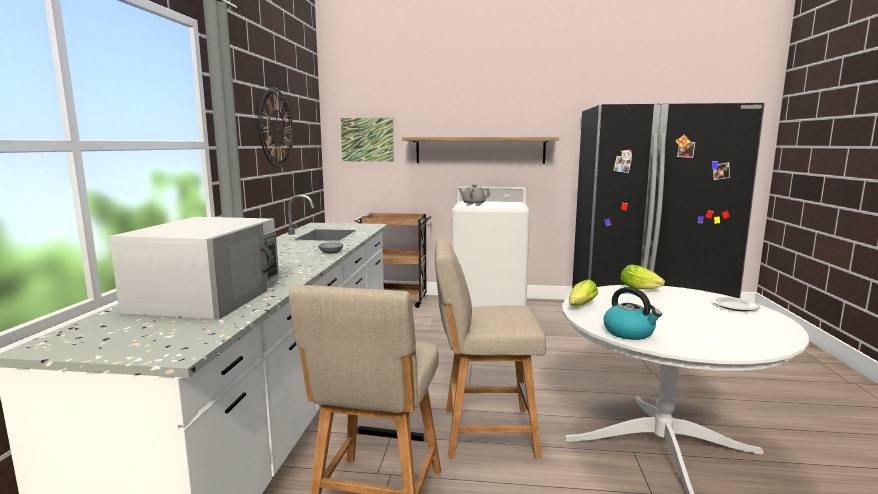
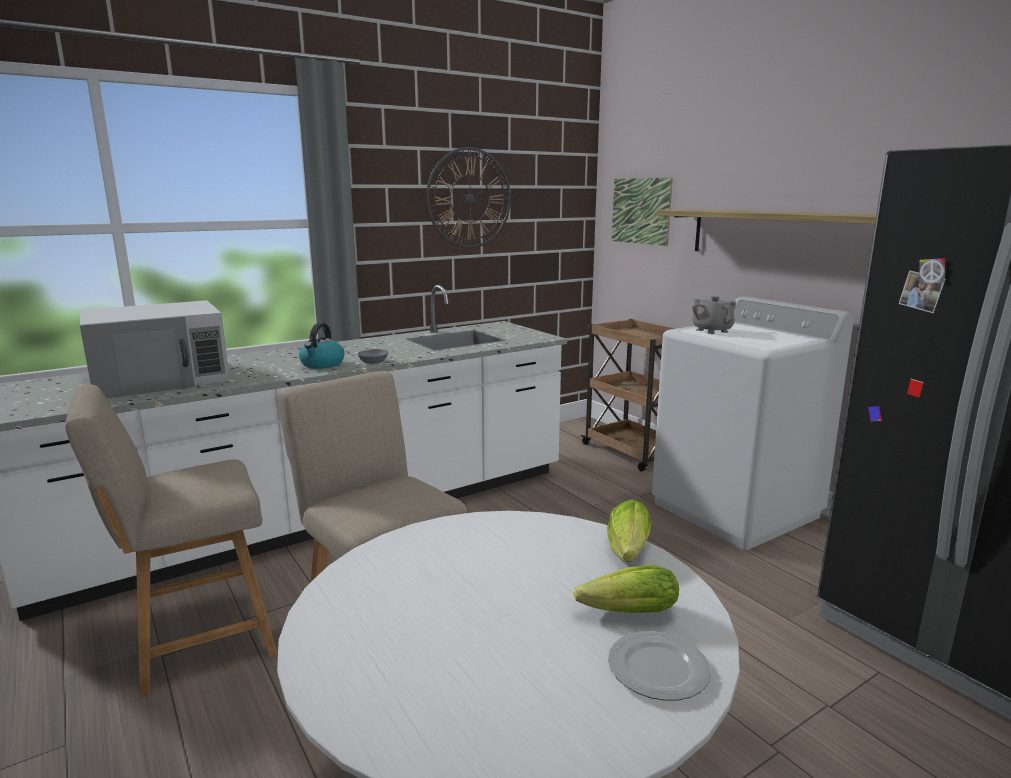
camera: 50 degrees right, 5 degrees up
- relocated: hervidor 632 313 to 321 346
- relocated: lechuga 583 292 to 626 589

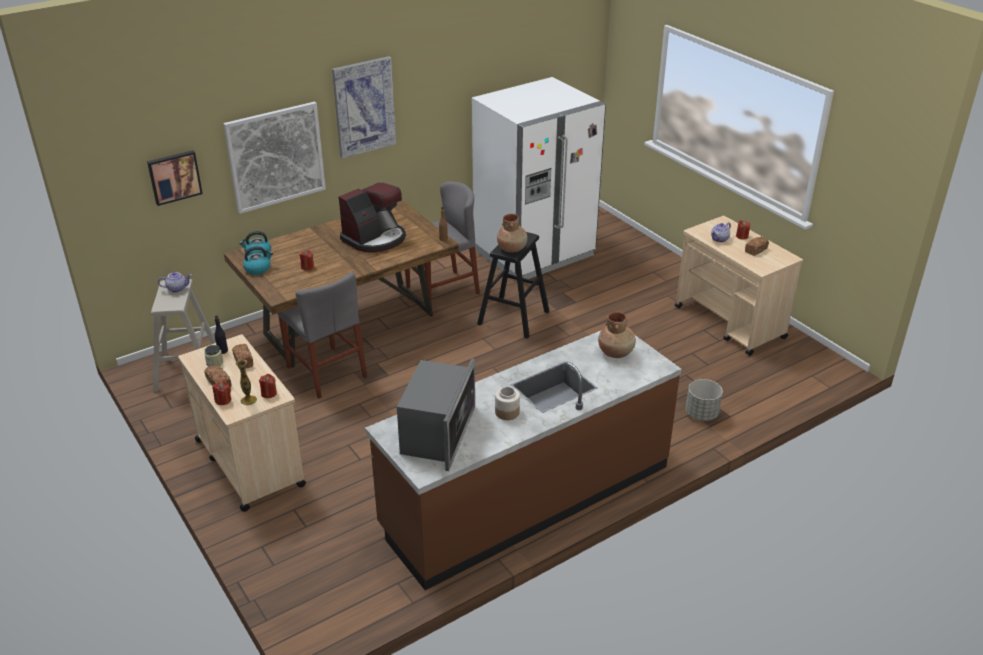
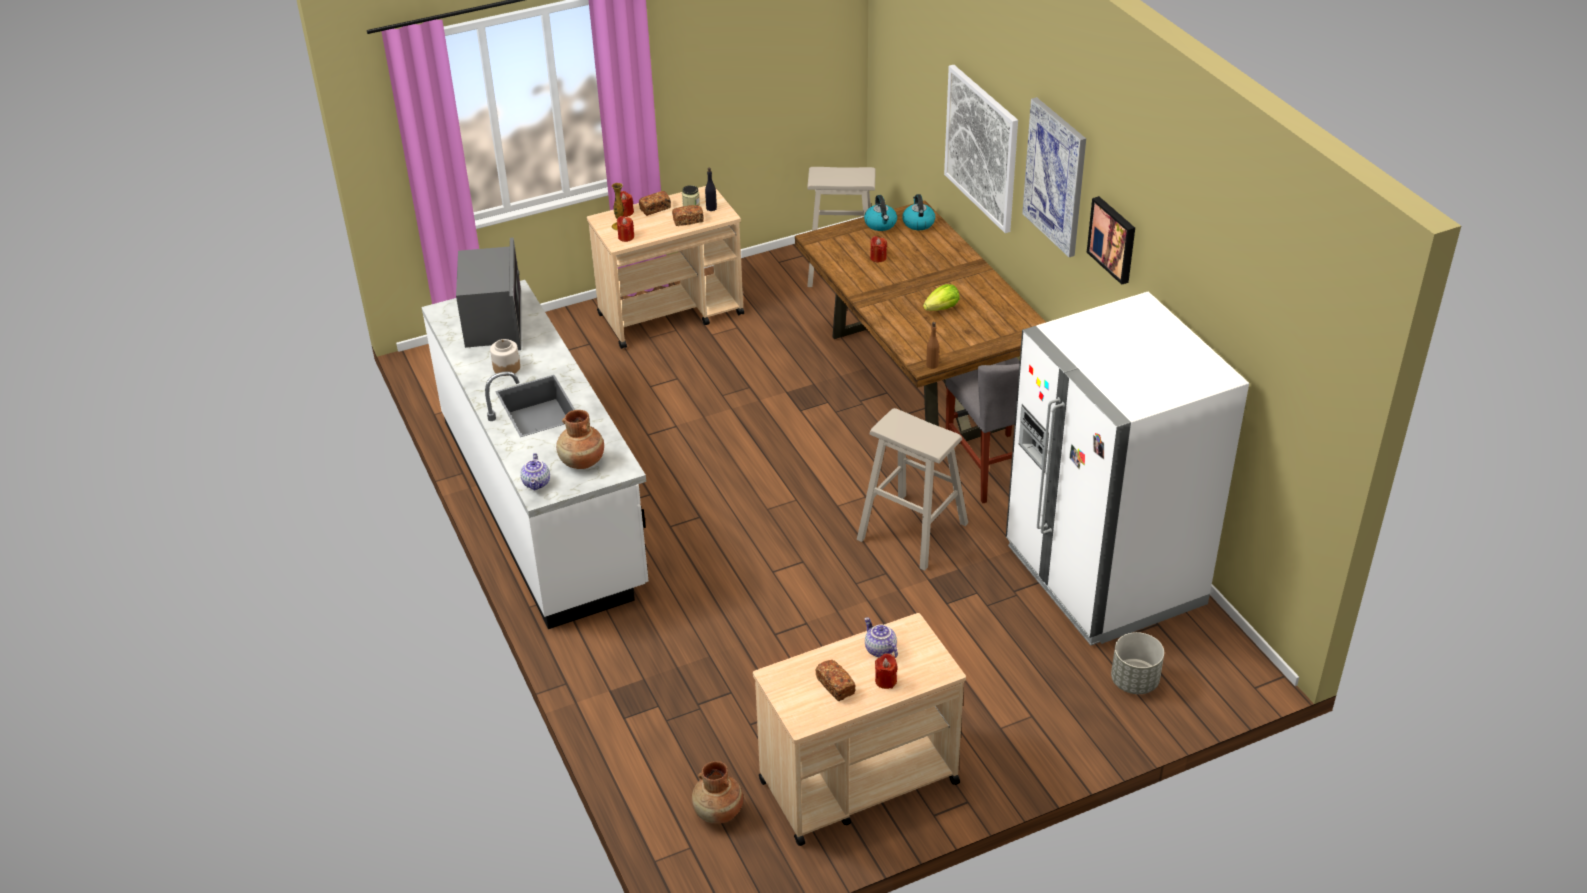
camera: 100 degrees right, 5 degrees up
- colour: mueble bajo de cocina/marrón 523 460 to mueble bajo de cocina/blanco 535 454
- spun: microondas 436 414 = 488 294 120 degrees counterclockwise
- relocated: tetera 175 282 to 535 471
- relocated: florero/marrón 512 233 to 717 792
- colour: taburete/negro 513 285 to taburete/beis 912 489
- exchanged: cafetera 372 218 to lechuga 941 297
- relocated: cuadro 175 178 to 1111 240
- relocated: maceta/gris 704 400 to 1137 663
- missing: silla/gris 322 335

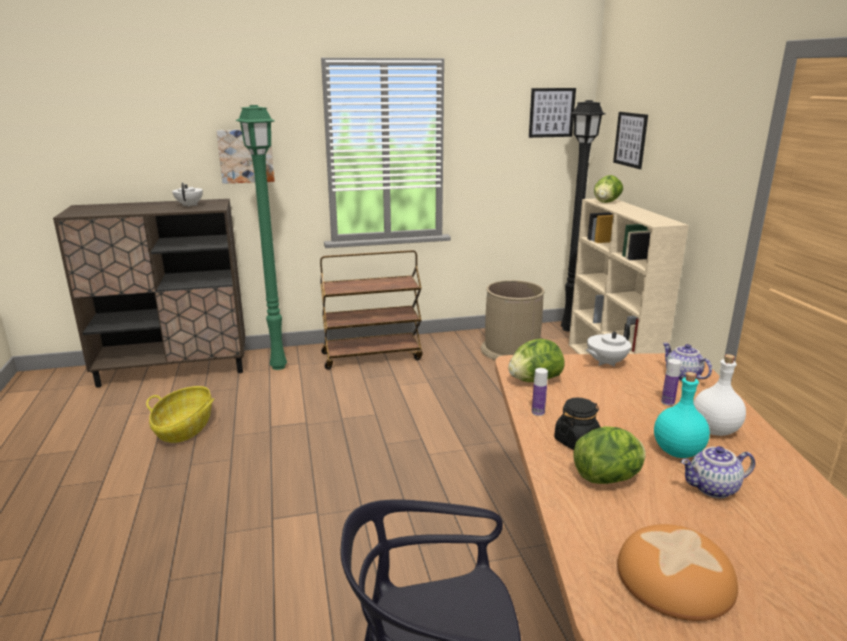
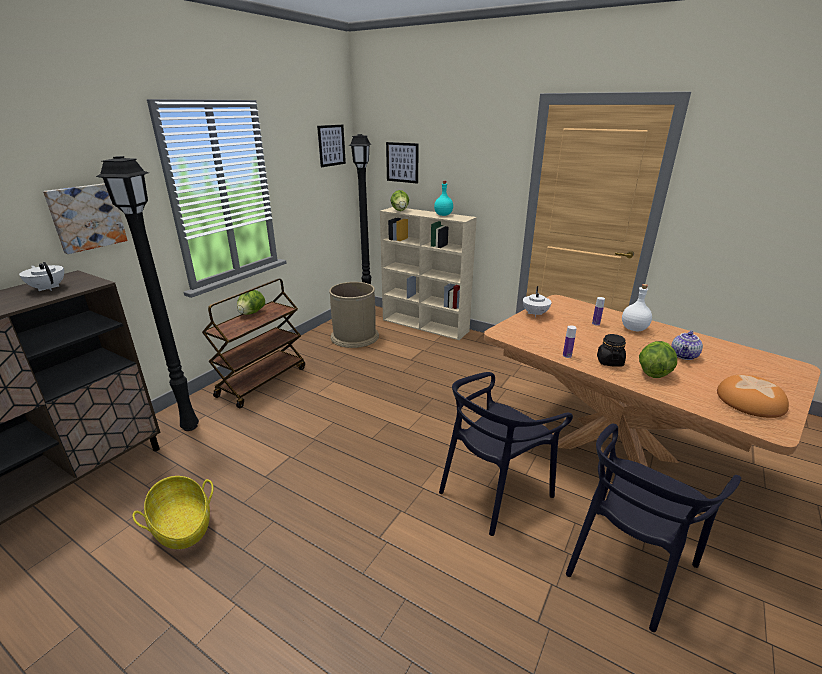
camera: 45 degrees left, 5 degrees up
- colour: lámpara de pie/verde 261 237 to lámpara de pie/negro 147 293
- relocated: lechuga 536 360 to 251 302
- relocated: botella/turquesa 682 415 to 443 198
- appeared: silla/negro 506 454
- missing: tetera 687 362

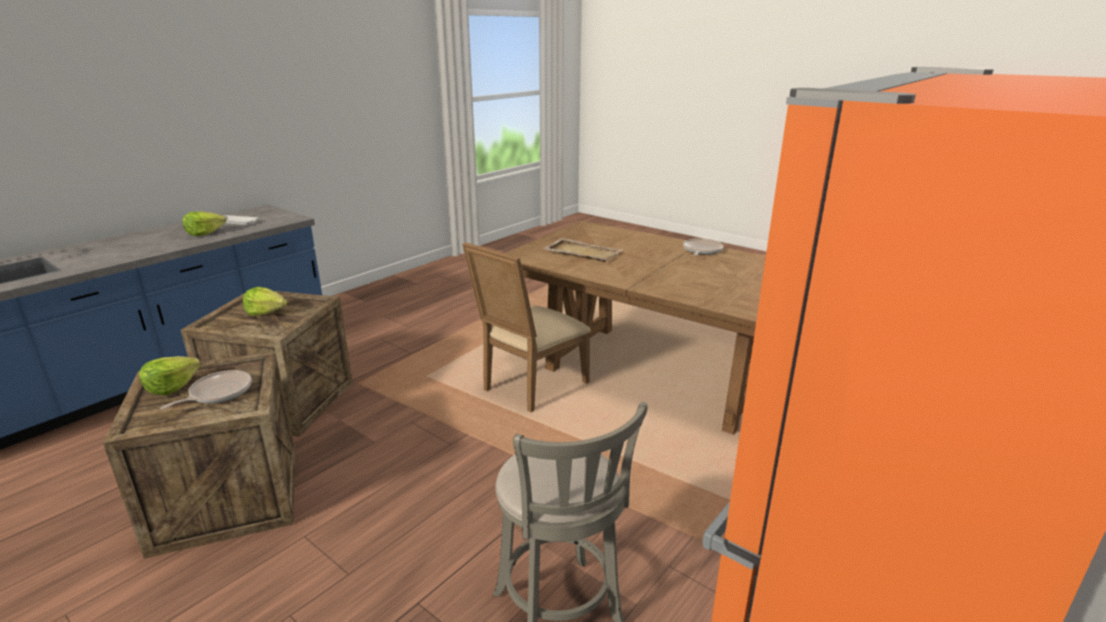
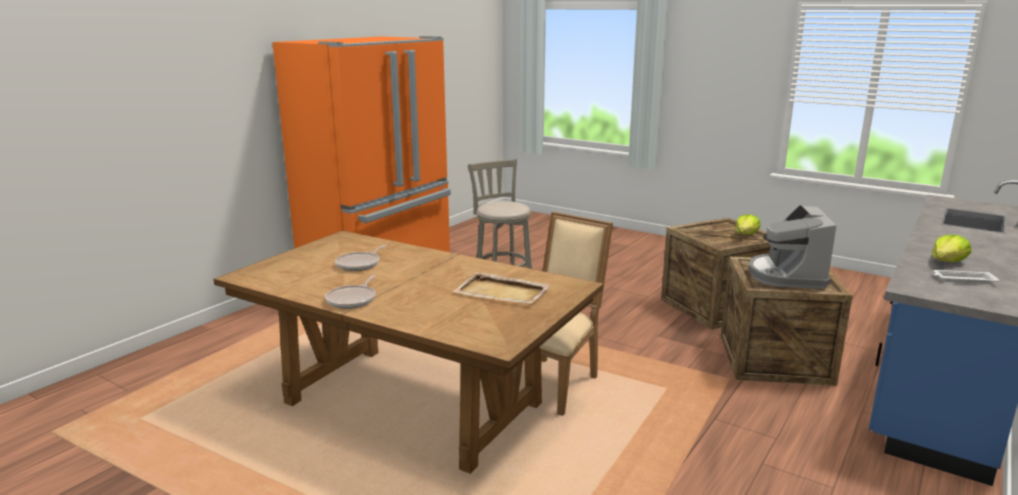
camera: 175 degrees right, 5 degrees down
- relocated: sartén 206 389 to 360 258
- exchanged: lechuga 265 301 to cafetera 792 247

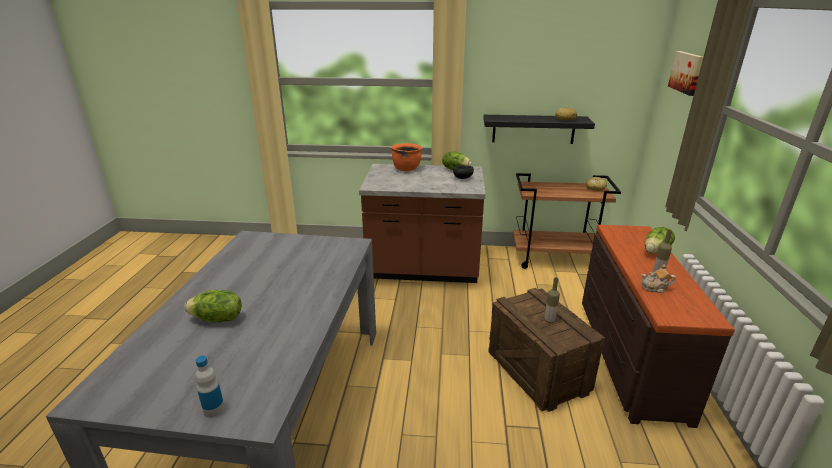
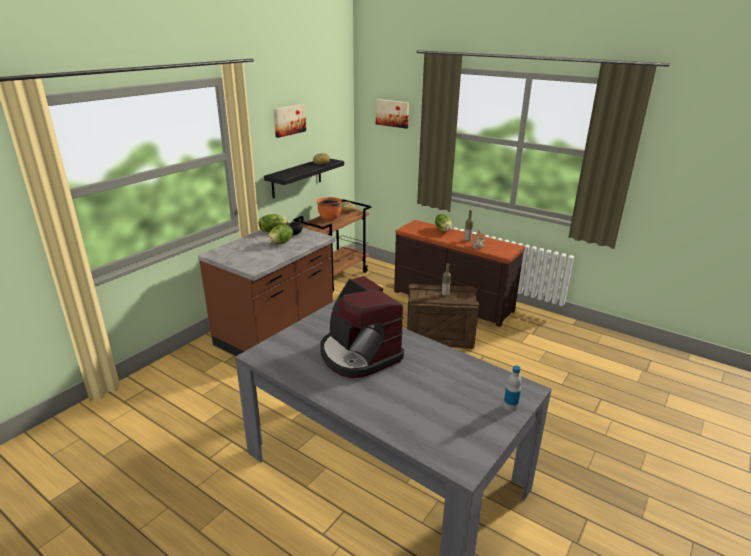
camera: 60 degrees left, 0 degrees up
- relocated: lechuga 213 306 to 280 234
- appeared: cuadro 290 121
- relocated: olla/naranja 406 157 to 329 208
- appeared: cafetera 362 327

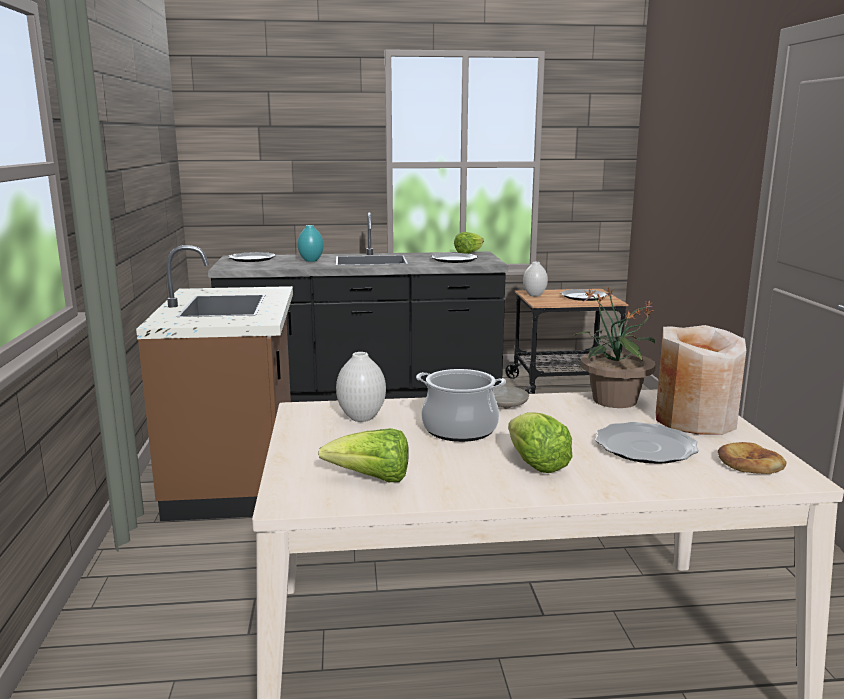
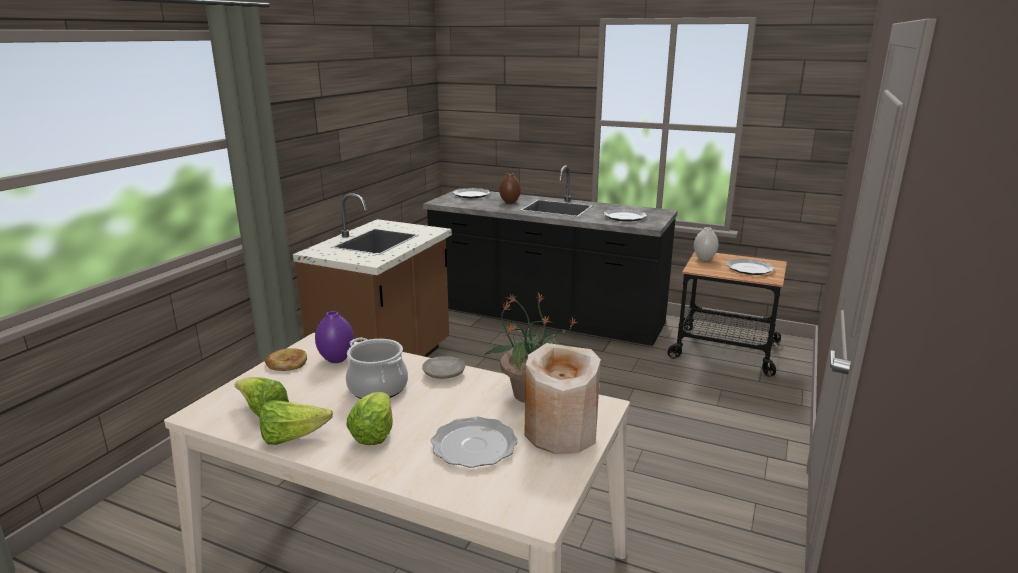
camera: 30 degrees right, 5 degrees up
- relocated: lechuga 469 243 to 296 422
- relocated: pan 752 458 to 286 359
- colour: florero/blanco 361 387 to florero/morado 334 337
- colour: florero/turquesa 310 243 to florero/marrón 510 188

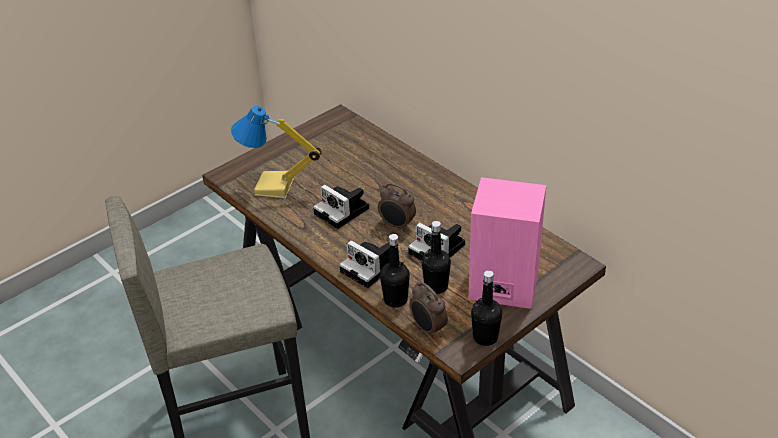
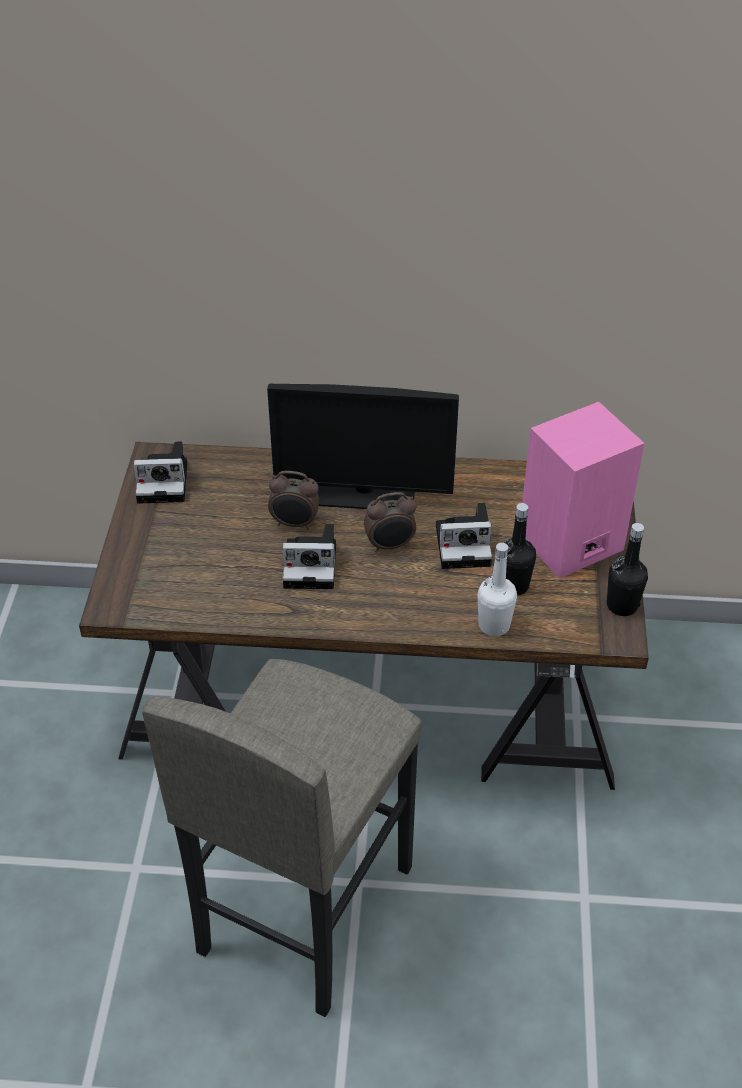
camera: 45 degrees left, 5 degrees up
- relocated: cámara 364 264 to 160 472
- appeared: monitor 363 446
- relocated: despertador 428 310 to 293 500
- colour: botella/negro 395 271 to botella/blanco 497 589
- missing: lámpara de mesa 276 151

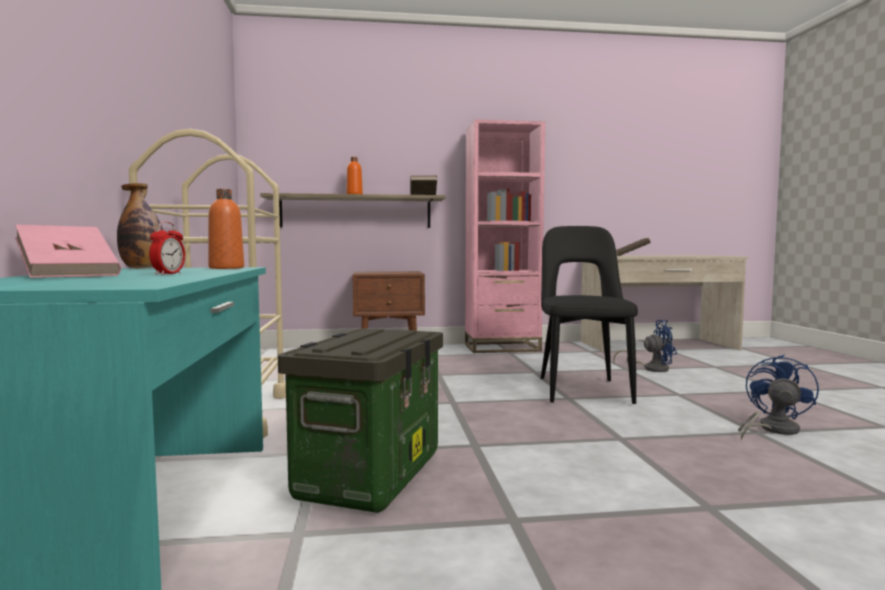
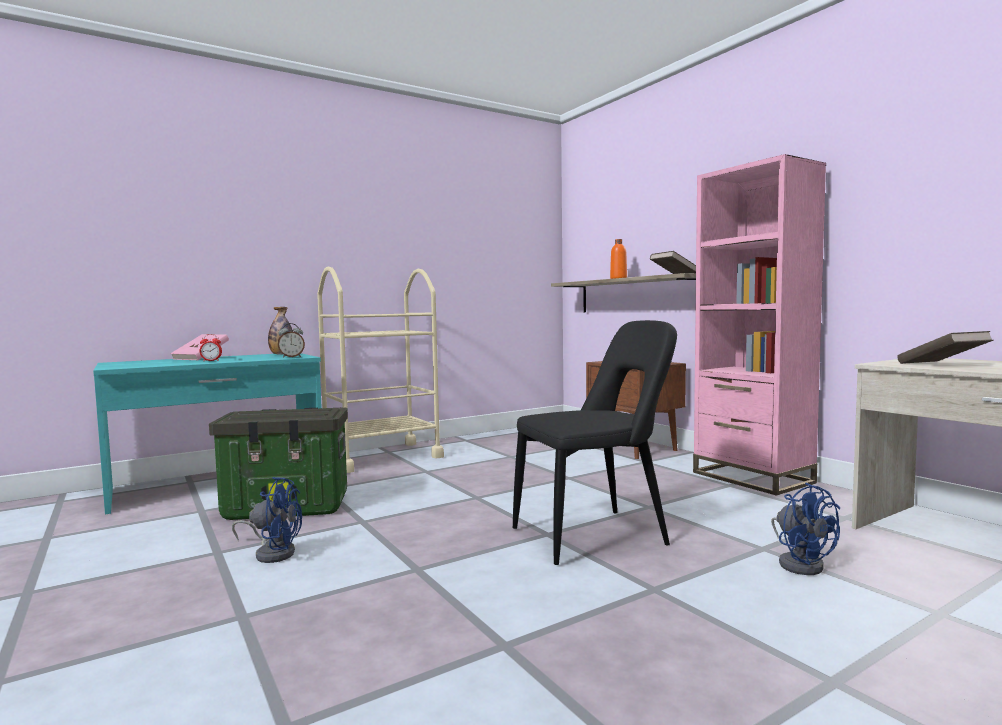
camera: 65 degrees right, 0 degrees up
- relocated: ventilador/azul 778 397 to 267 520
- exchanged: botella/naranja 226 229 to despertador 291 340

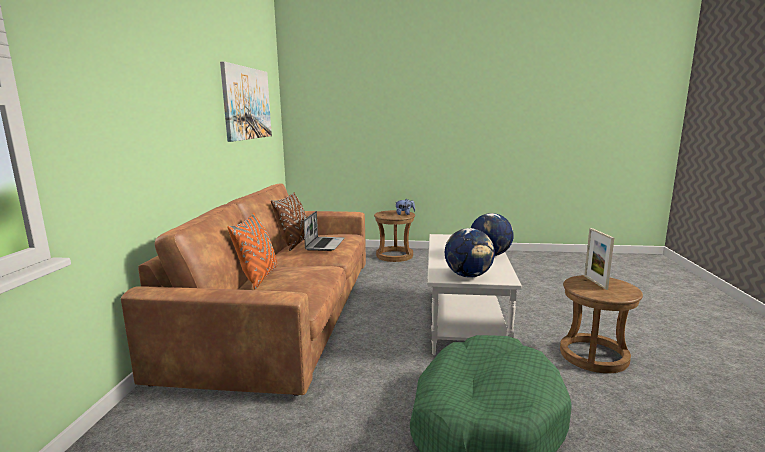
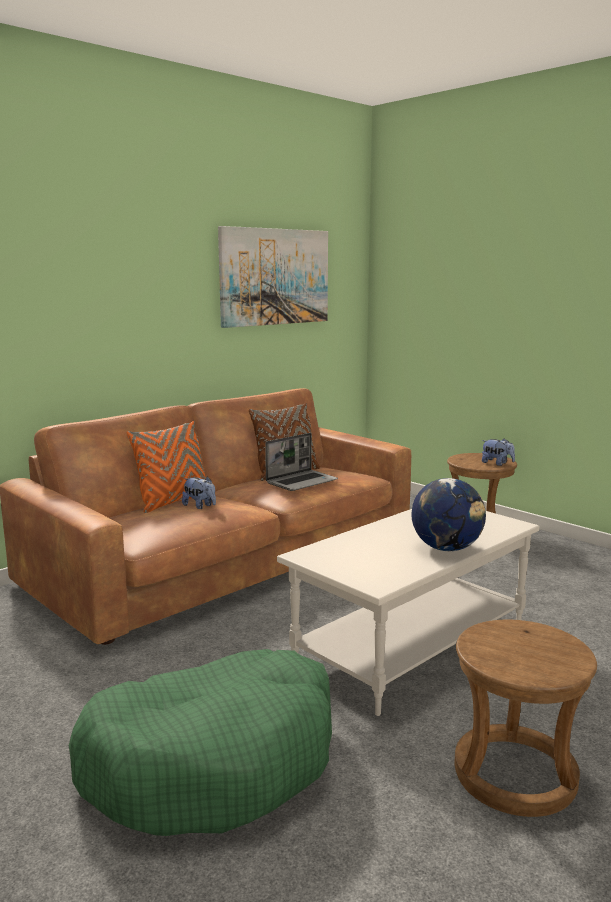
camera: 40 degrees right, 0 degrees up
- appeared: peluche 199 492
- missing: globo terráqueo 470 253
- missing: portarretratos 599 259

